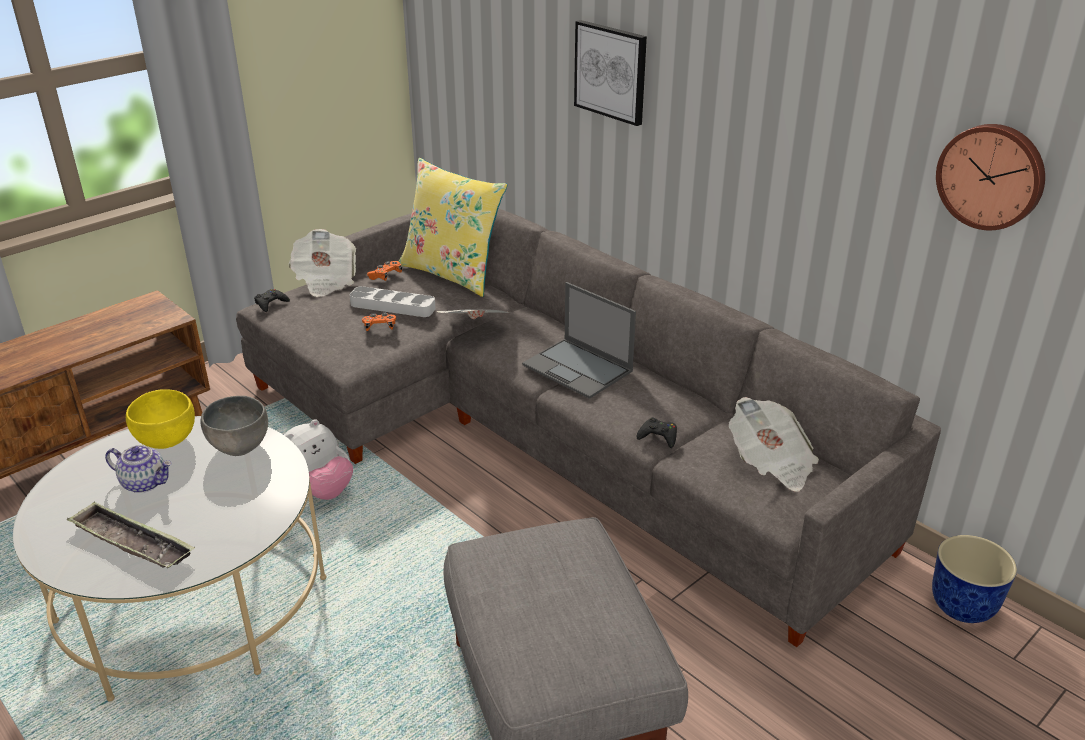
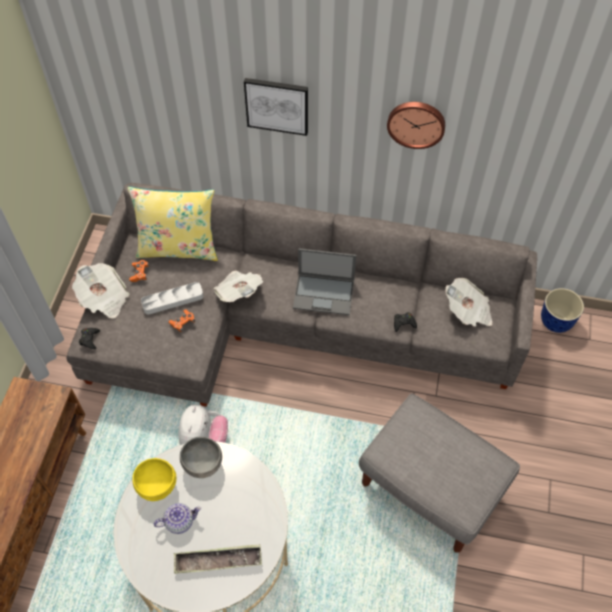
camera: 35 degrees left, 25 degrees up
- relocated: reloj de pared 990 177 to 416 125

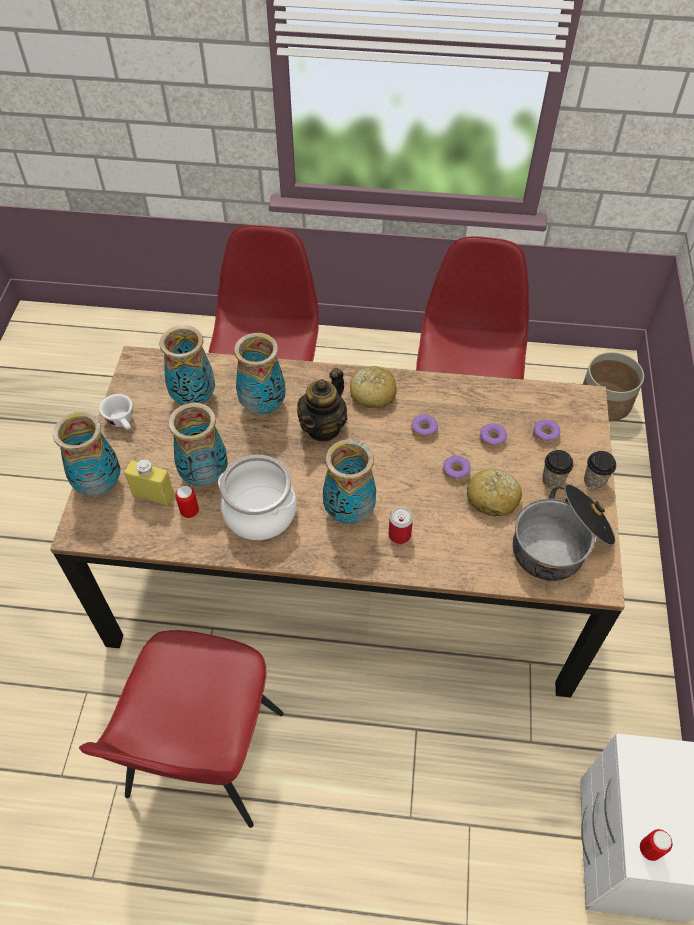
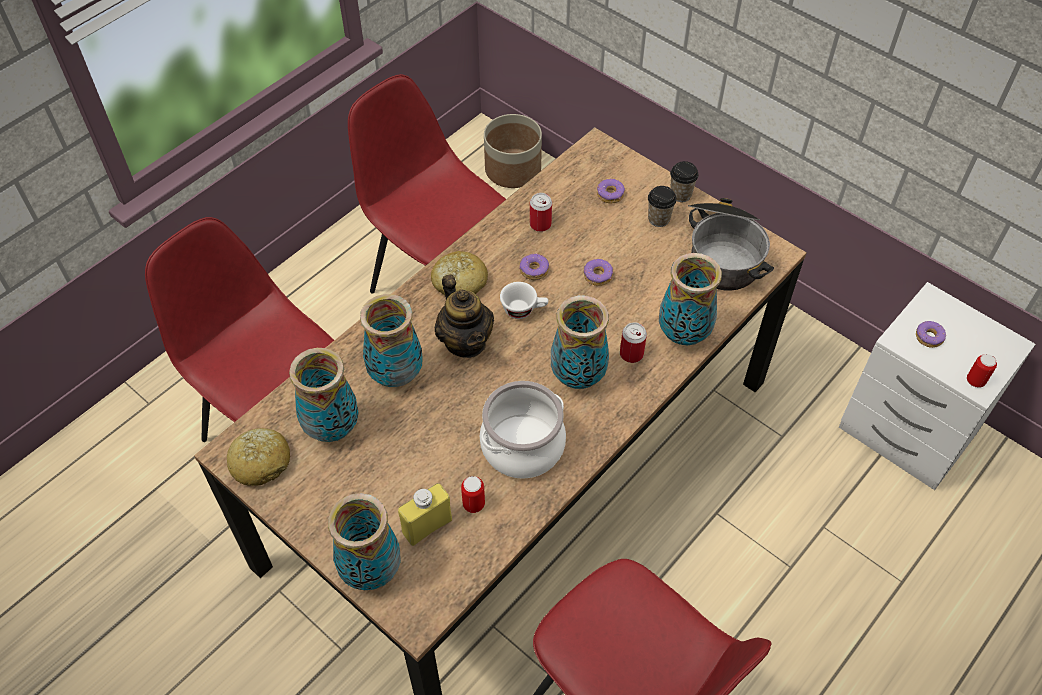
camera: 55 degrees left, 0 degrees up
- relocated: pan 494 493 to 258 457
- relocated: taza/blanco 116 412 to 524 300
- appeared: lata 541 212
- relocated: florero 198 445 to 690 299
- relocated: rosquilla 493 436 to 931 334

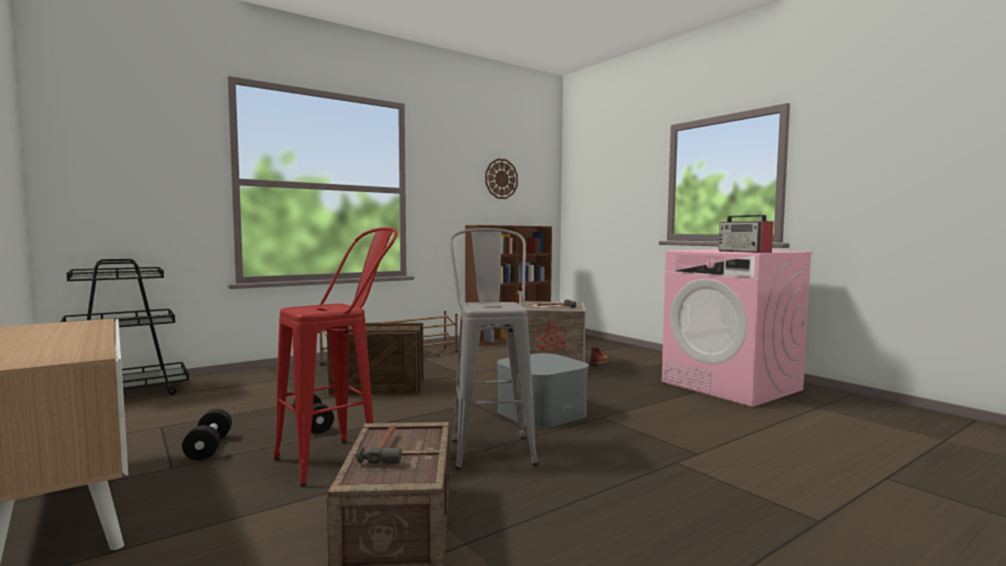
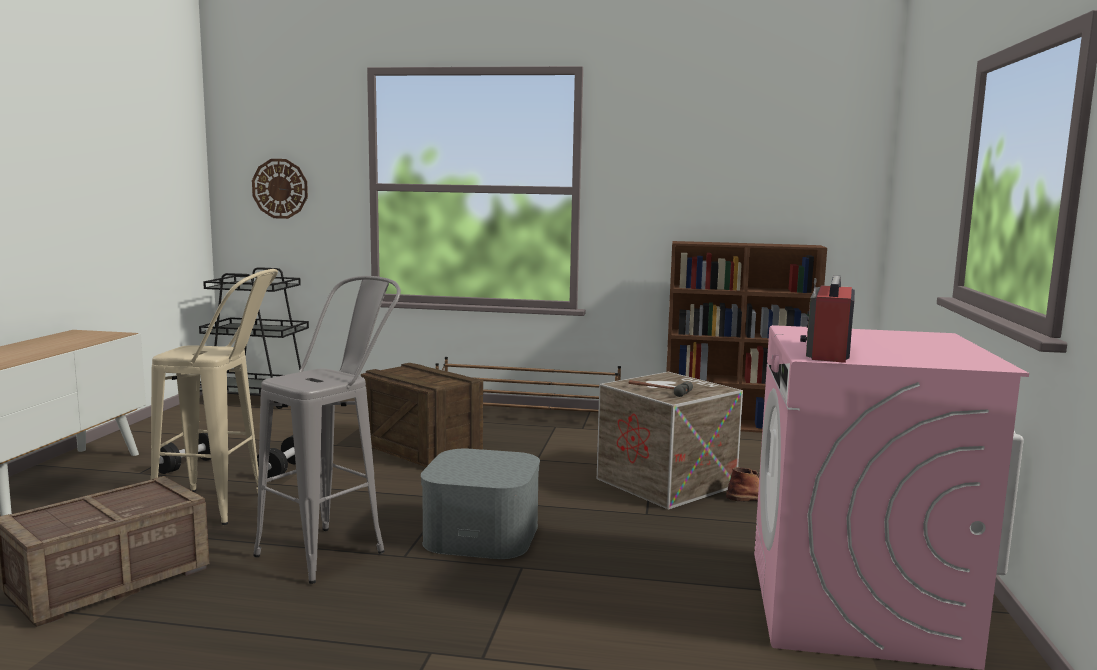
camera: 45 degrees right, 5 degrees up
- colour: taburete/rojo 336 357 to taburete/beis 214 397
- relocated: reloj de pared 501 178 to 280 189
- missing: martillo 379 444

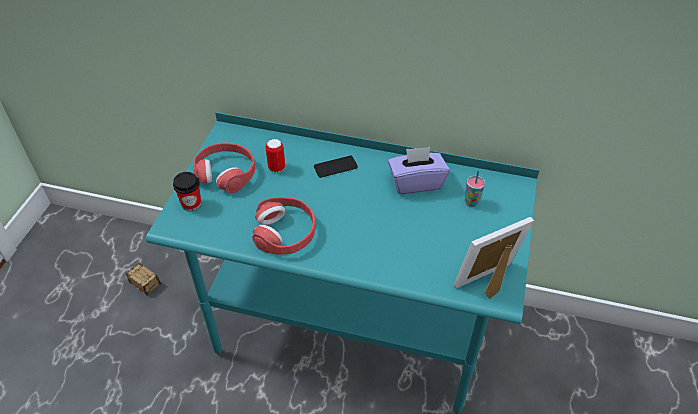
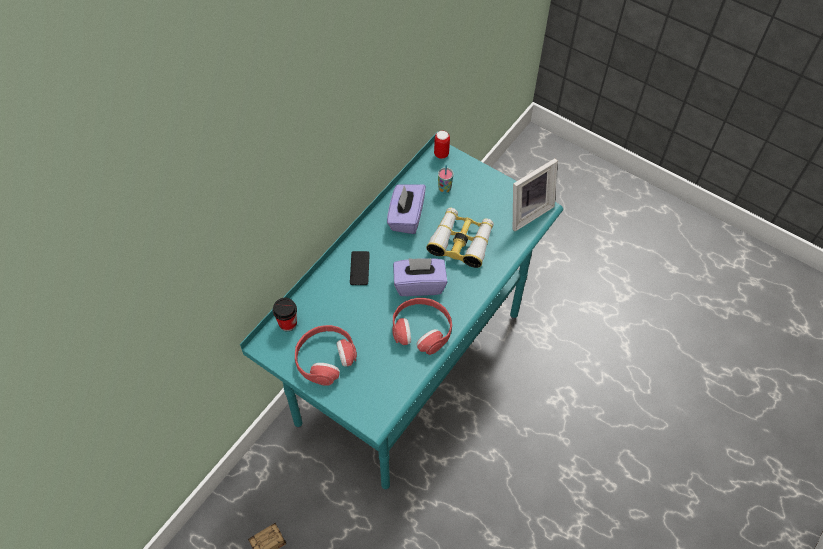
camera: 70 degrees left, 10 degrees up
- relocated: taza 187 192 to 285 314
- appeared: caja de pañuelos/morado 420 277
- appeared: prismáticos 460 238
- relocated: lata 275 155 to 442 145
- spun: portarretratos 494 258 = 535 194 120 degrees counterclockwise

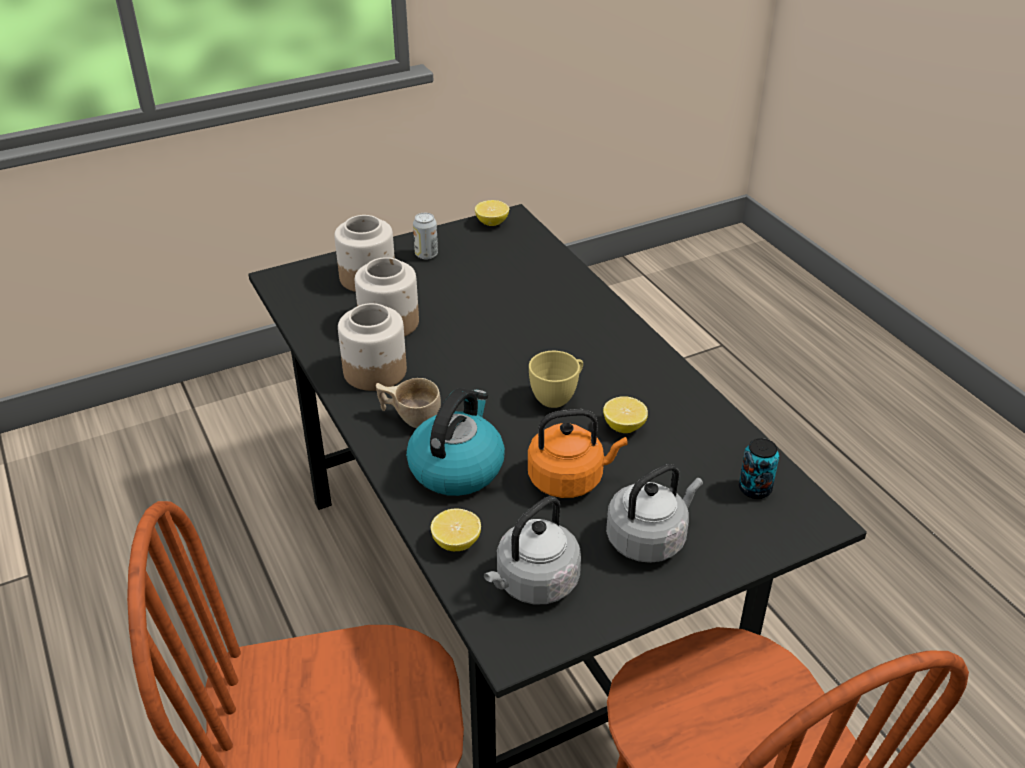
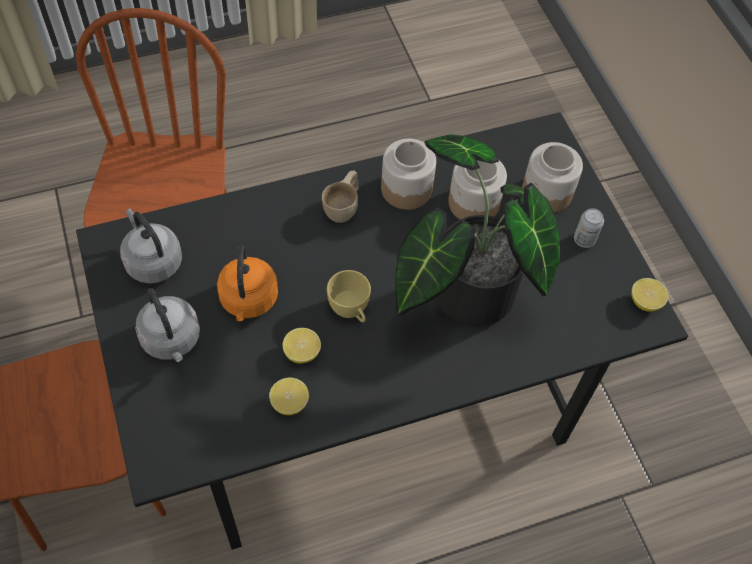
camera: 95 degrees right, 20 degrees up
- relocated: limón 456 530 to 289 396
- appeared: planta en maceta 477 230
- missing: hervidor 455 442
- missing: lata 759 468

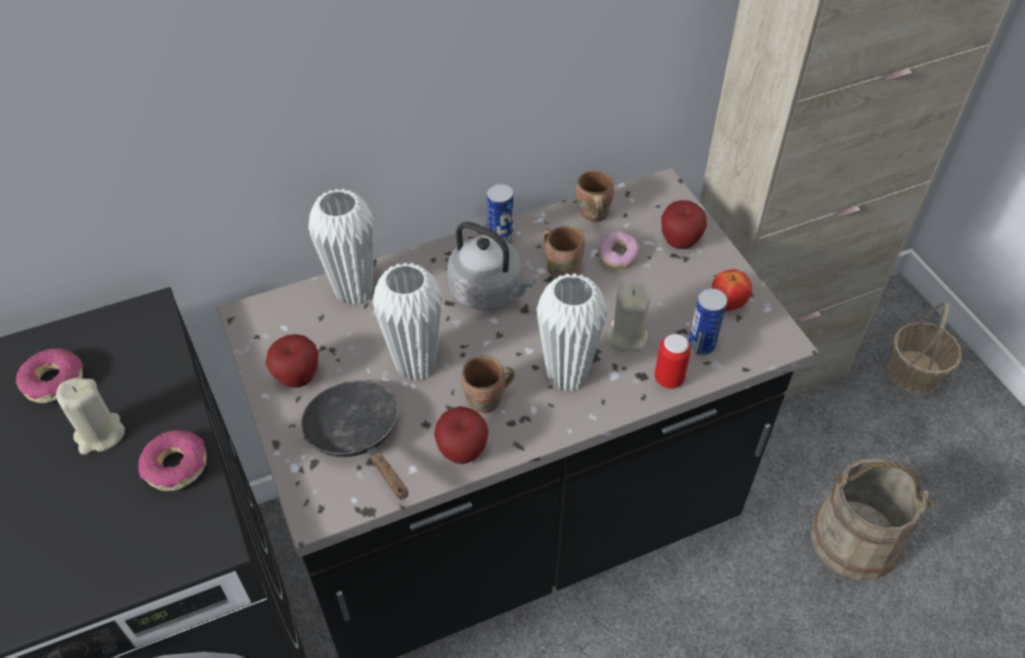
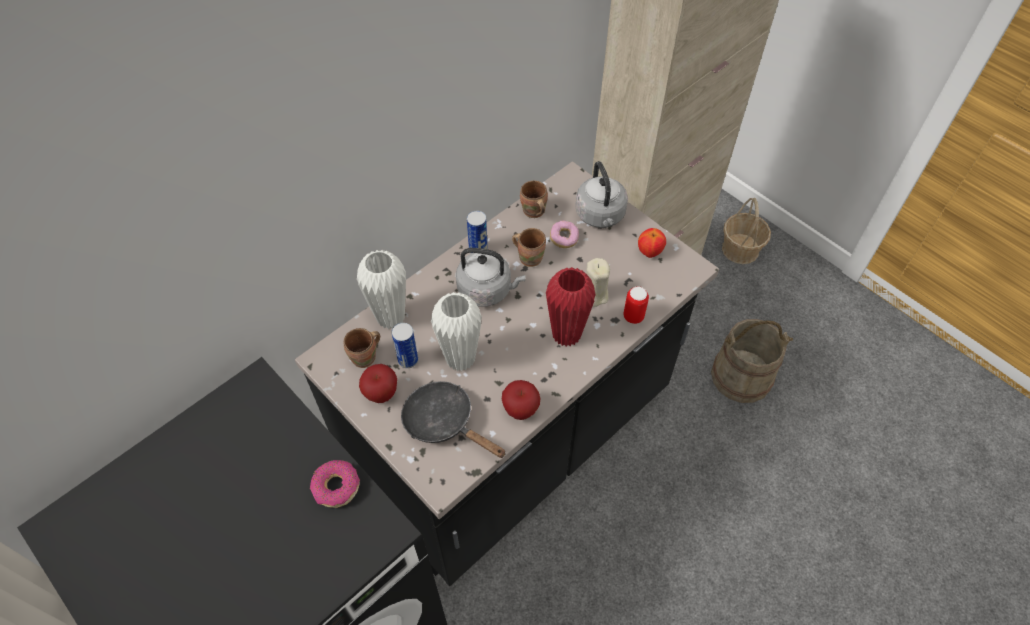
camera: 20 degrees left, 5 degrees up
- relocated: taza grande/marrón 488 385 to 362 348
- relocated: lata 707 322 to 404 345
- colour: florero/blanco 572 332 to florero/rojo 571 307
- exchanged: manzana 684 224 to hervidor/gris 601 194
- missing: rosquilla 49 375
- missing: vela/beis 90 416

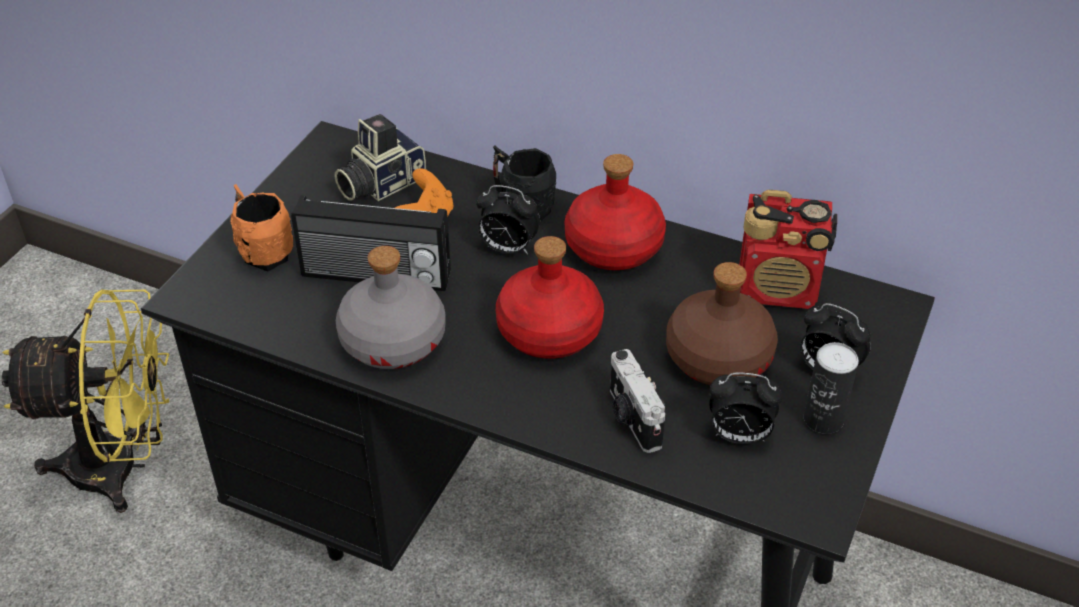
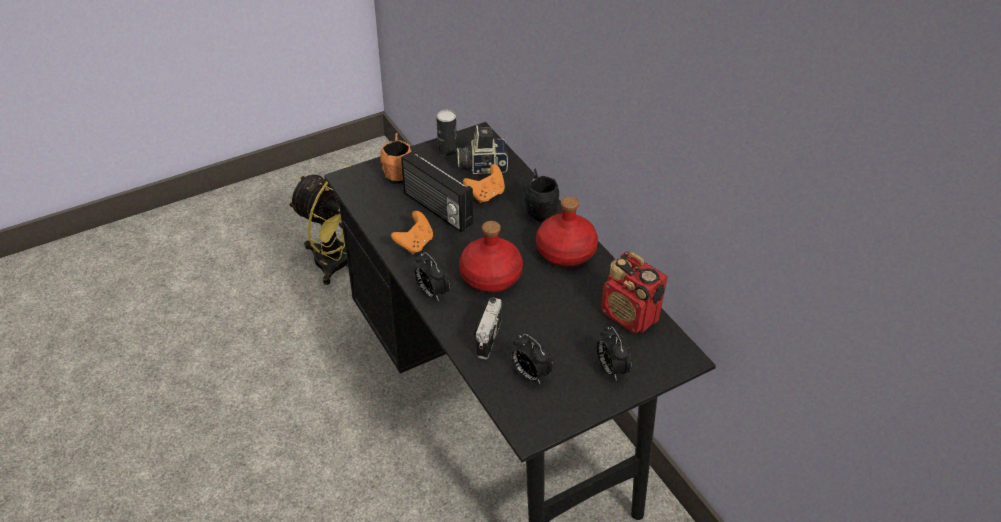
camera: 35 degrees right, 0 degrees up
- exchanged: botella/gris 390 307 to mando de consola/naranja 412 232
- relocated: despertador 508 219 to 432 277
- relocated: lata 831 388 to 446 133
- missing: botella/marrón 722 323

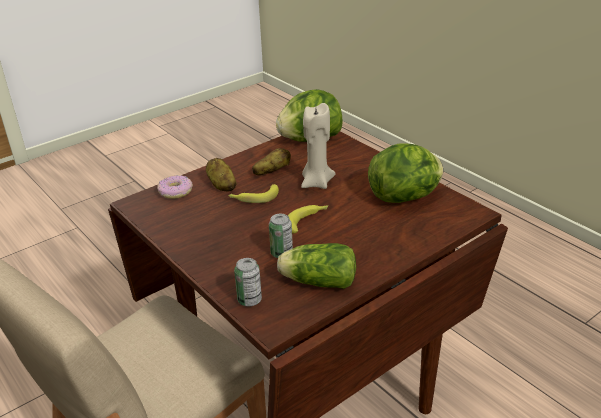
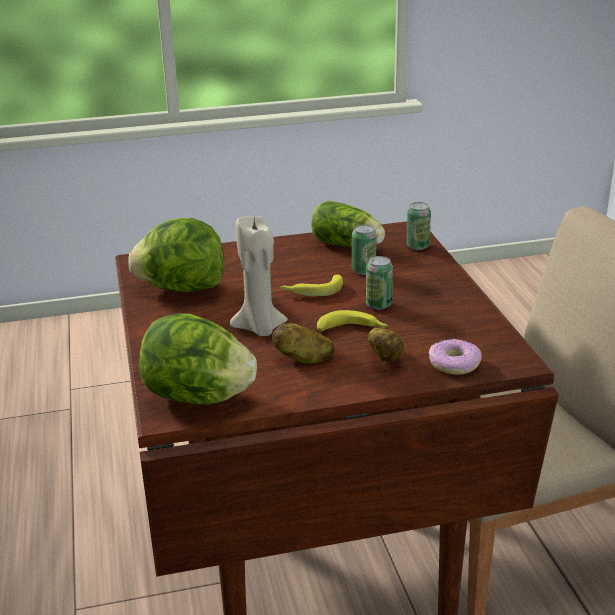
camera: 155 degrees left, 5 degrees down
- appeared: lata 379 283

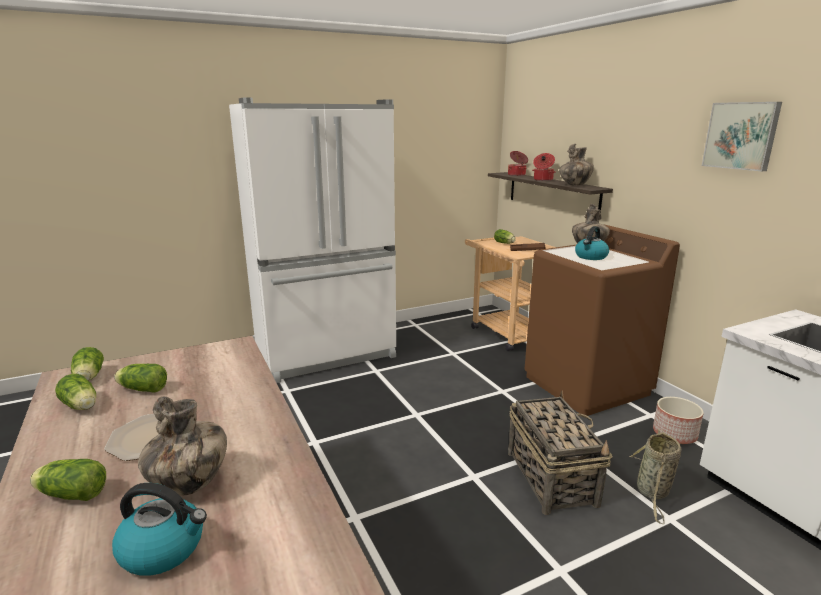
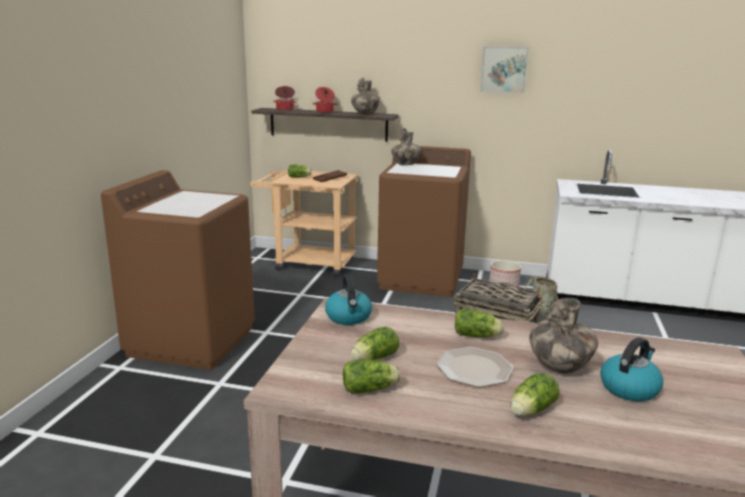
camera: 50 degrees left, 0 degrees up
- exchanged: nevera/blanco 312 240 to lavadora/marrón 178 270
- relocated: hervidor 592 243 to 348 299
- relocated: lechuga 87 364 to 479 323

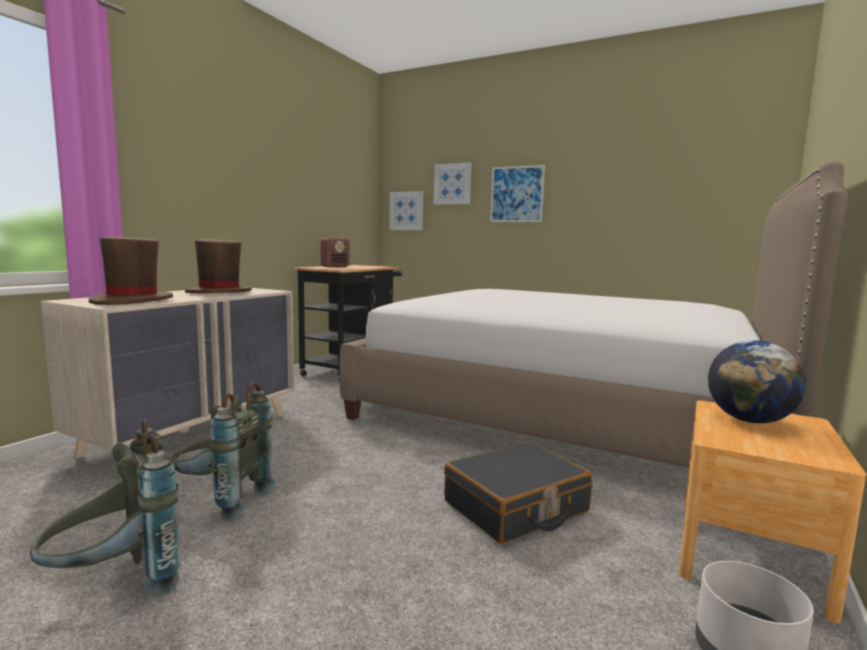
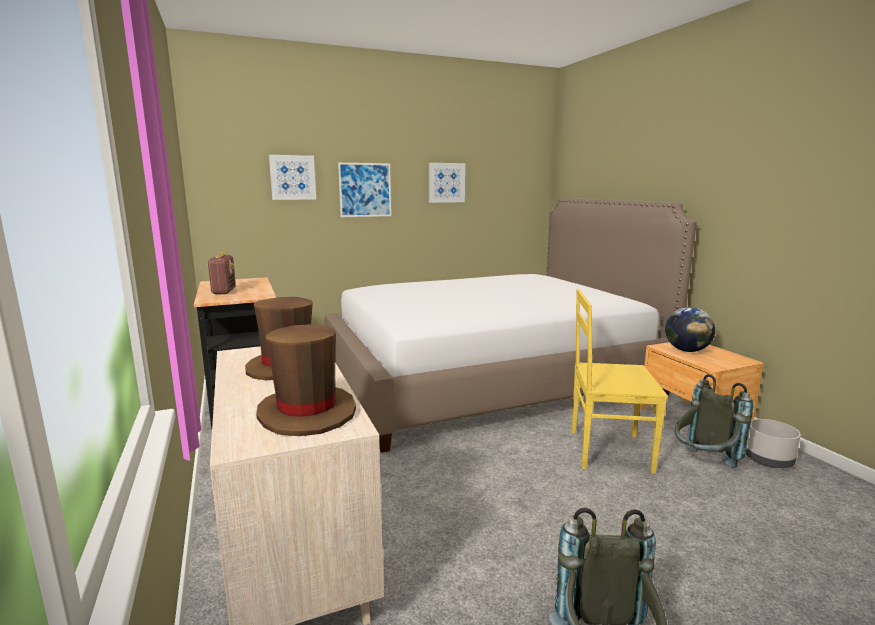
camera: 50 degrees left, 5 degrees up
- relocated: cuadro 406 210 to 447 183
- exchanged: maleta/negro 518 492 to silla/amarillo 620 381
- relocated: mochila/gris 222 451 to 714 421

